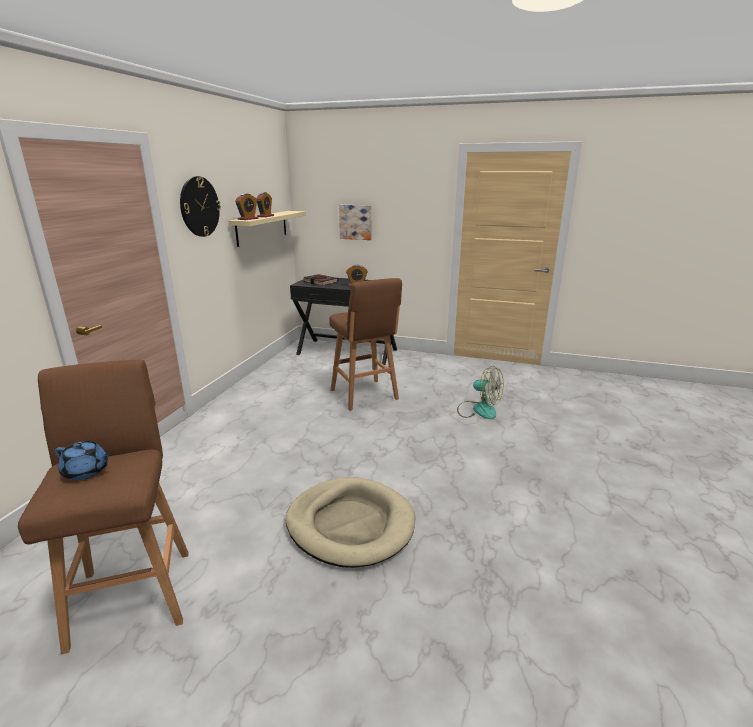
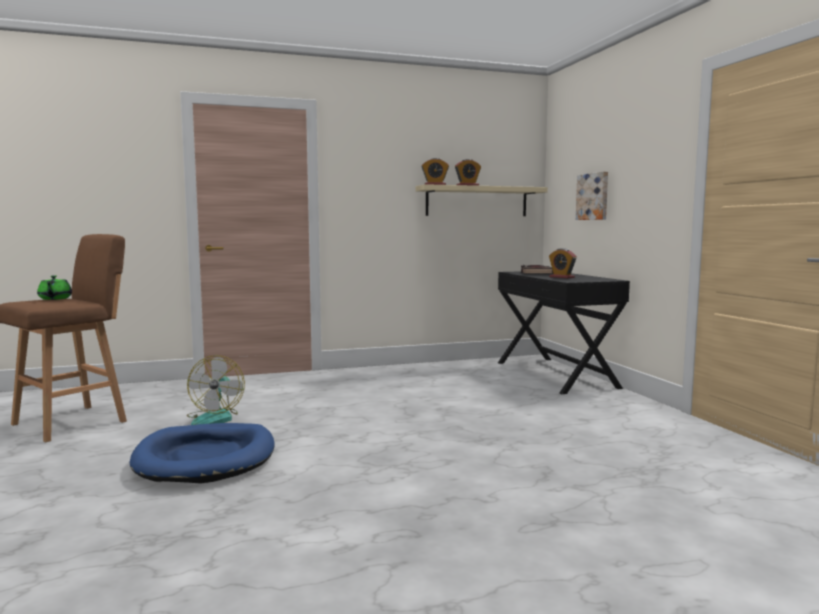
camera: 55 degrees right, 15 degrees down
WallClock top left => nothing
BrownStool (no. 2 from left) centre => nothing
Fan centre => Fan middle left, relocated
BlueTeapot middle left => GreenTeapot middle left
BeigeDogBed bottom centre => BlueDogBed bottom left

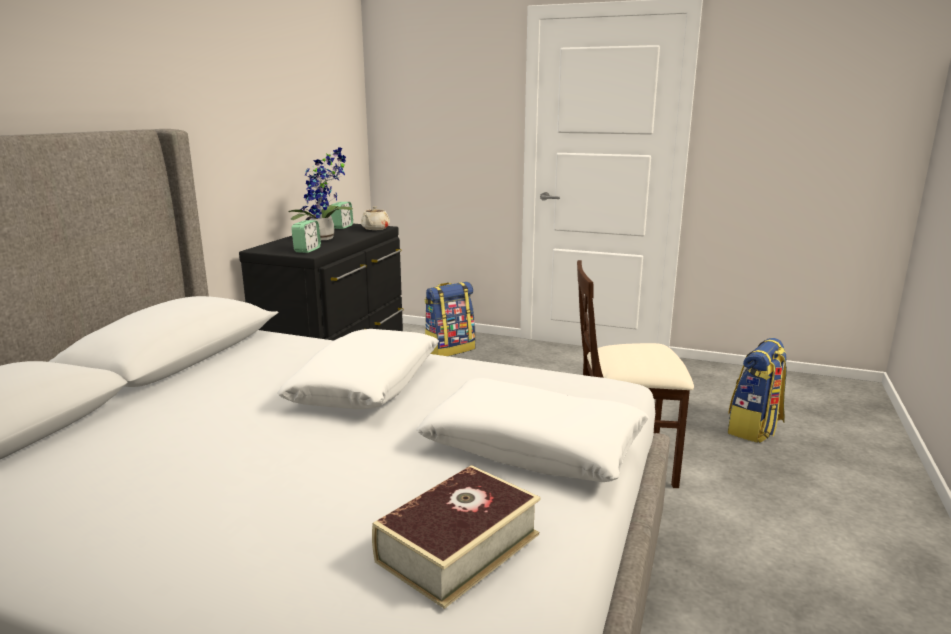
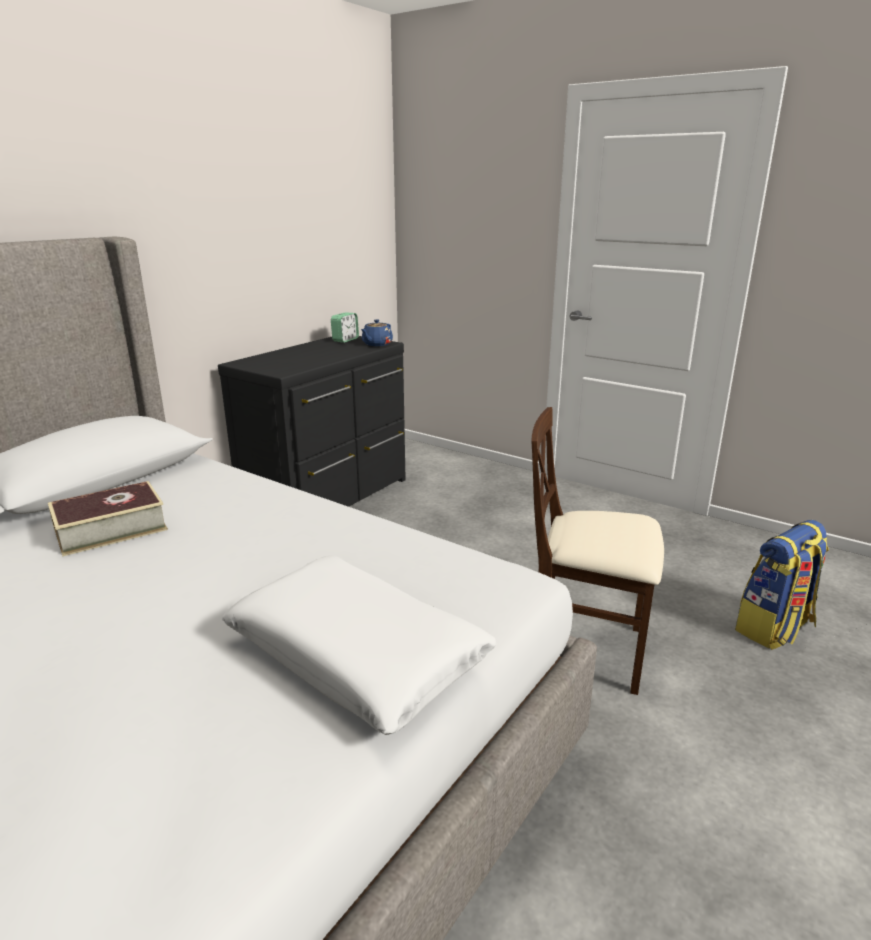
camera: 15 degrees right, 5 degrees up
WhitePillow (no. 1 from left) centre => nothing
PottedPlant top centre => nothing
AlarmClock (no. 1 from left) middle left => nothing
Backpack (no. 1 from left) centre => nothing
Book bottom centre => Book middle left, relocated
BeigeTeapot centre => BlueTeapot centre

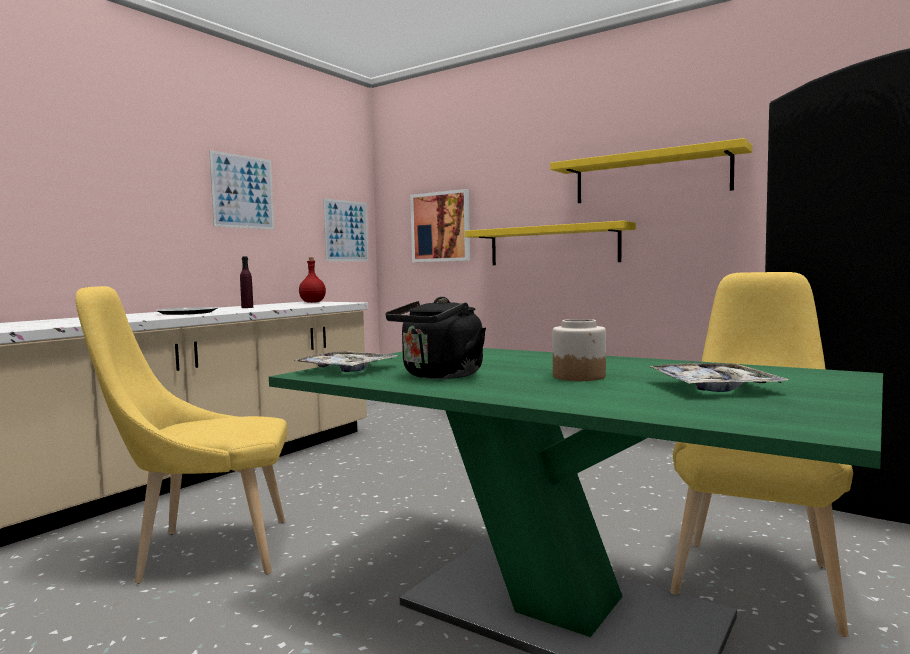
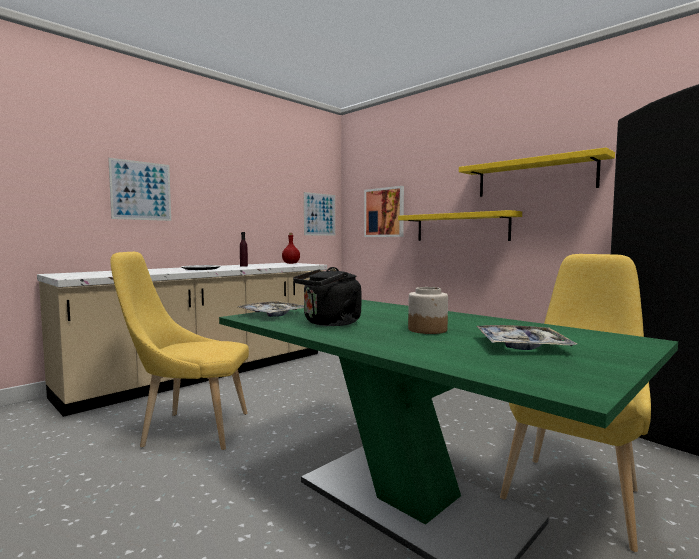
camera: 10 degrees right, 0 degrees up
Picture (no. 1 from left) top left => Picture (no. 1 from left) middle left, relocated

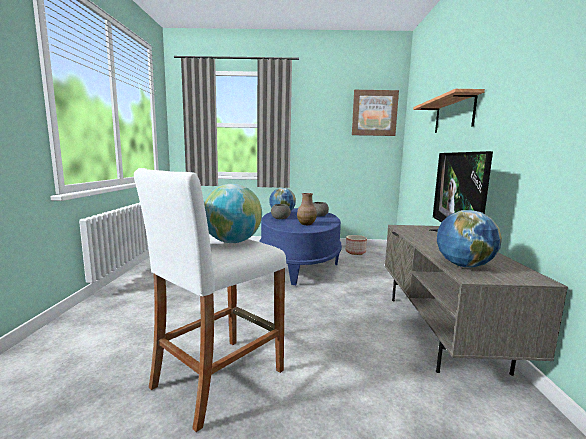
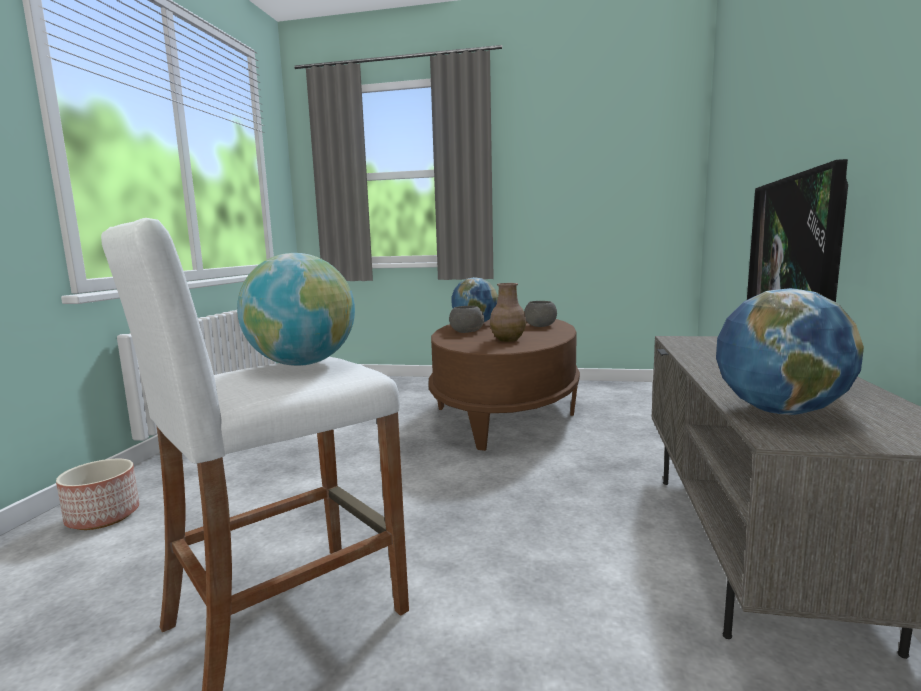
camera: 10 degrees right, 0 degrees up
Picture top centre => nothing
Shelf top right => nothing
Planter centre => Planter bottom left, relocated
BlueCoffeeTable centre => BrownCoffeeTable centre

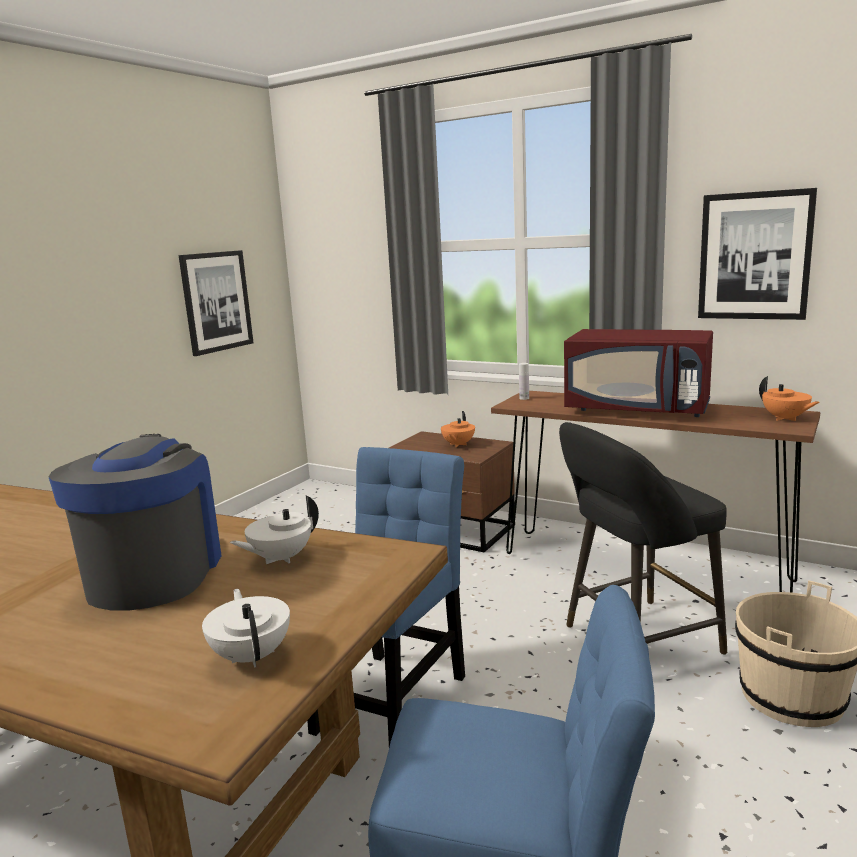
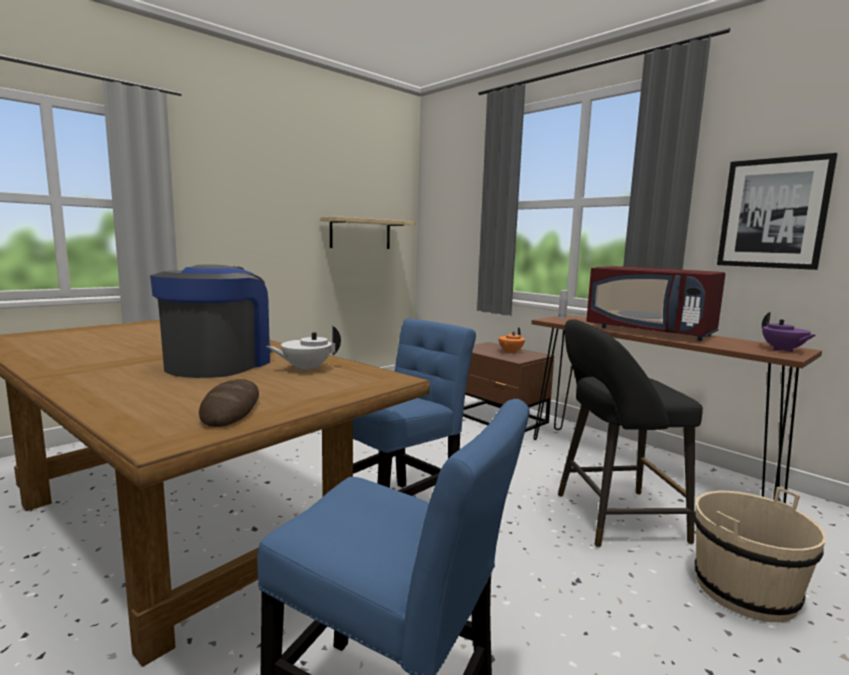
camera: 15 degrees right, 5 degrees down
Picture (no. 1 from left) middle left => Shelf centre
WhiteTeapot (no. 1 from left) bottom left => Bread middle left
OrangeTeapot (no. 2 from left) middle right => PurpleTeapot middle right

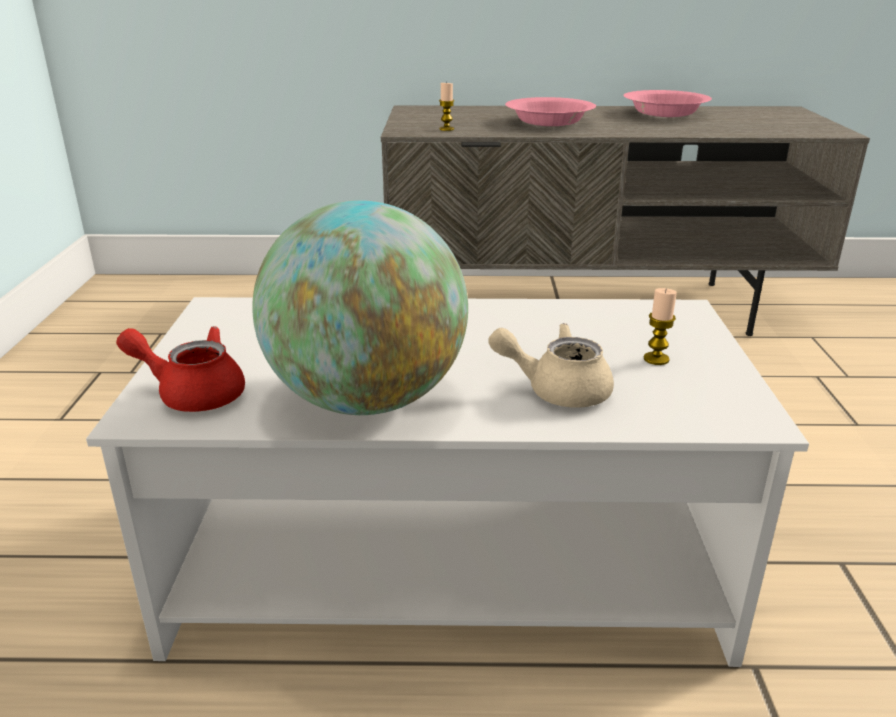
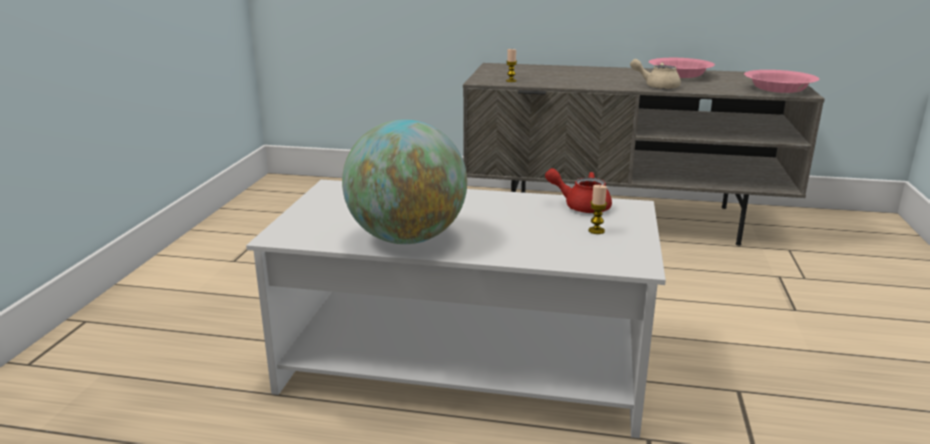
camera: 10 degrees right, 5 degrees down
RedTeapot middle left => RedTeapot centre, relocated
BeigeTeapot centre => BeigeTeapot top right, relocated
PinkBowl (no. 1 from left in the first image) top centre => PinkBowl (no. 2 from left) top right, relocated

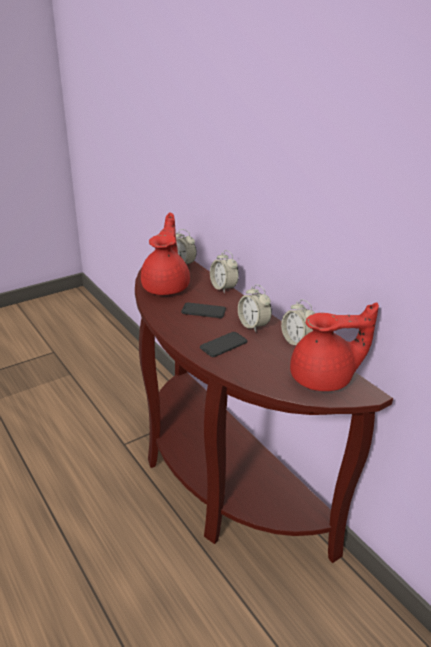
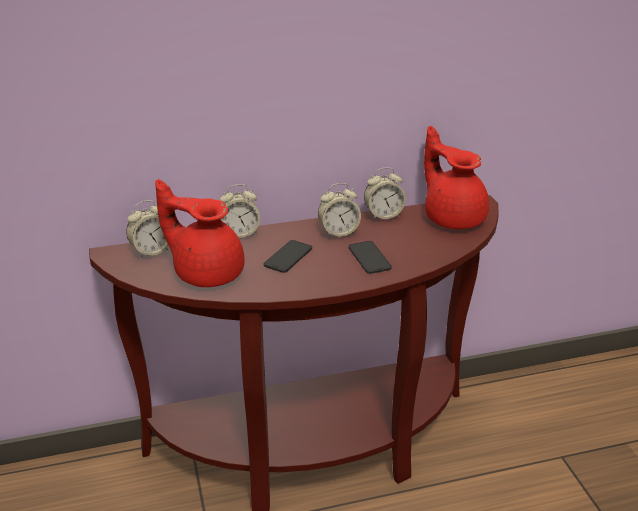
camera: 70 degrees left, 0 degrees up
RedTeapot (no. 2 from left) middle right, 45 degrees counterclockwise

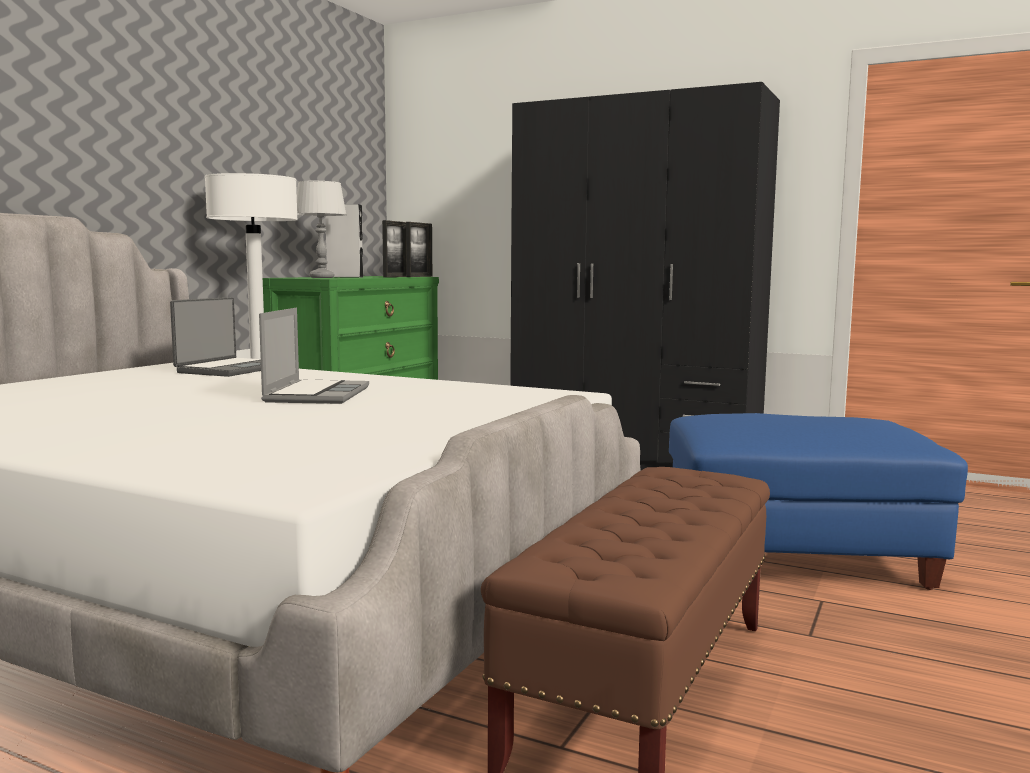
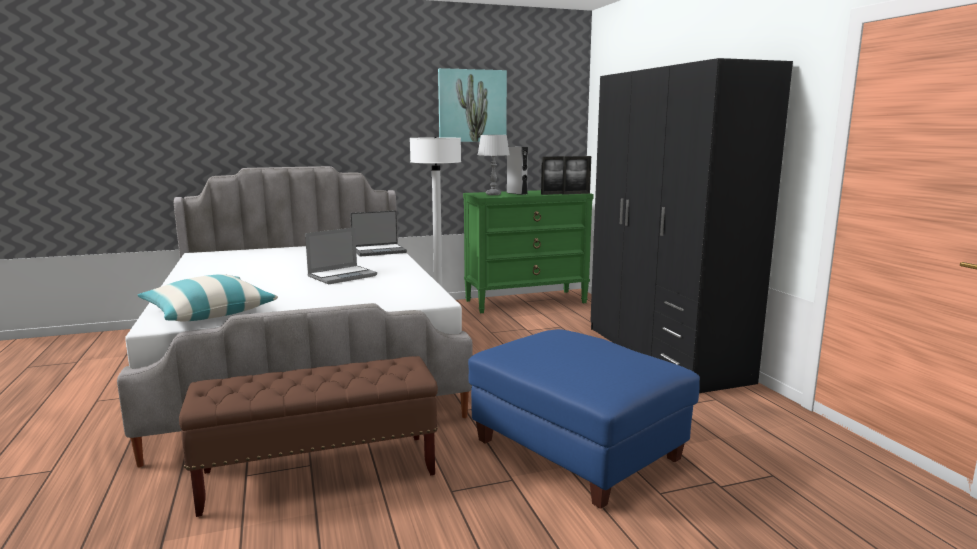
camera: 45 degrees right, 5 degrees up
nothing => Pillow middle left
nothing => Picture top centre

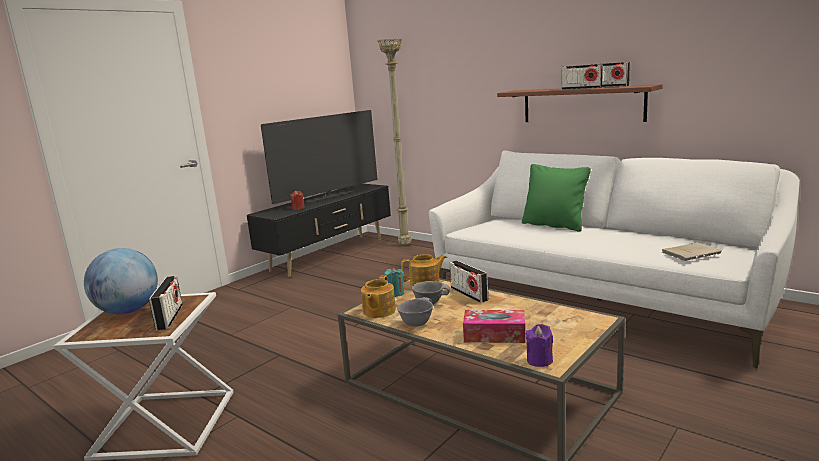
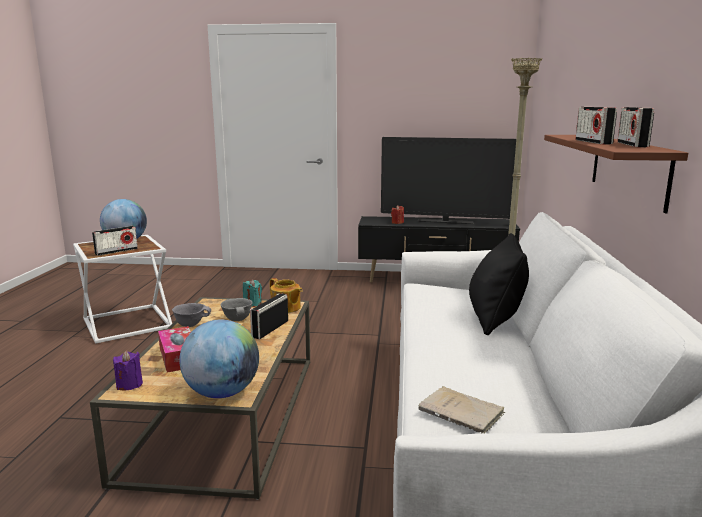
camera: 55 degrees right, 0 degrees up
Teapot (no. 1 from left) centre => nothing
nothing => Globe (no. 2 from left) bottom left
GreenPillow middle right => BlackPillow middle right

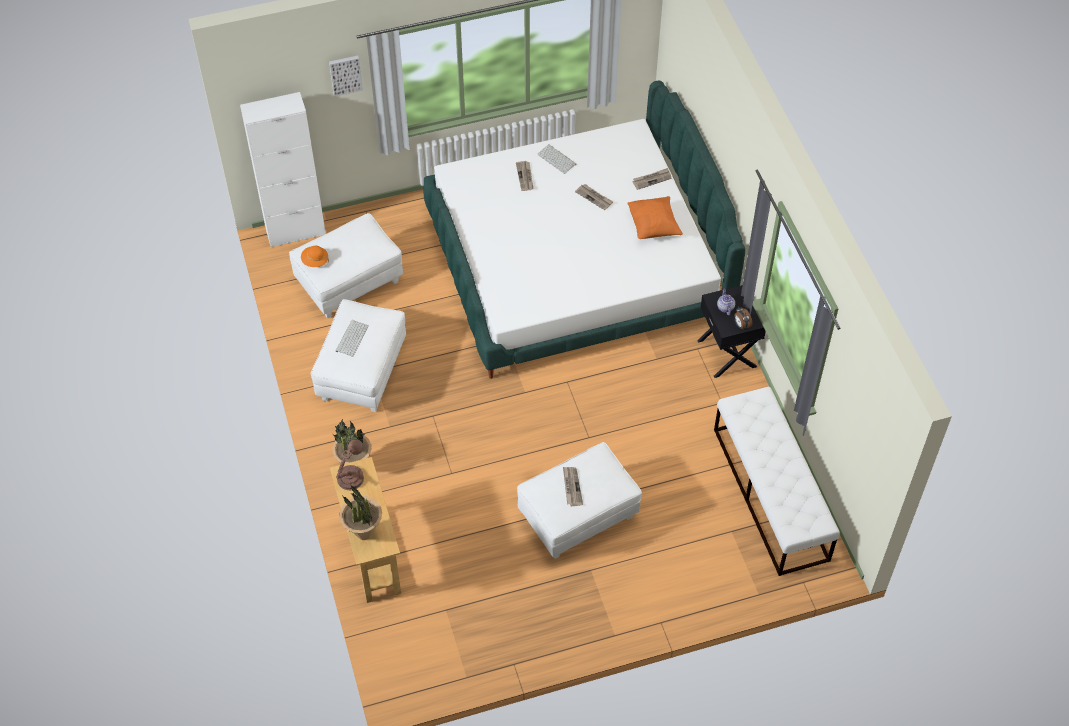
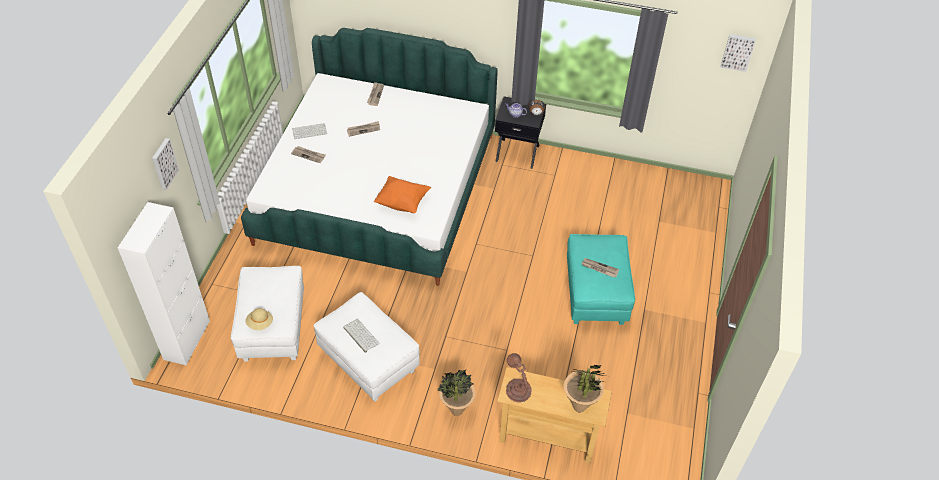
camera: 60 degrees left, 5 degrees down
WhiteBench middle right => nothing
nothing => Picture (no. 2 from left) top right
OrangePillow top centre => OrangePillow centre, relocated
OrangeHat middle left => BeigeHat middle left
WhiteOttoman (no. 3 from left) bottom centre => TurquoiseOttoman centre

